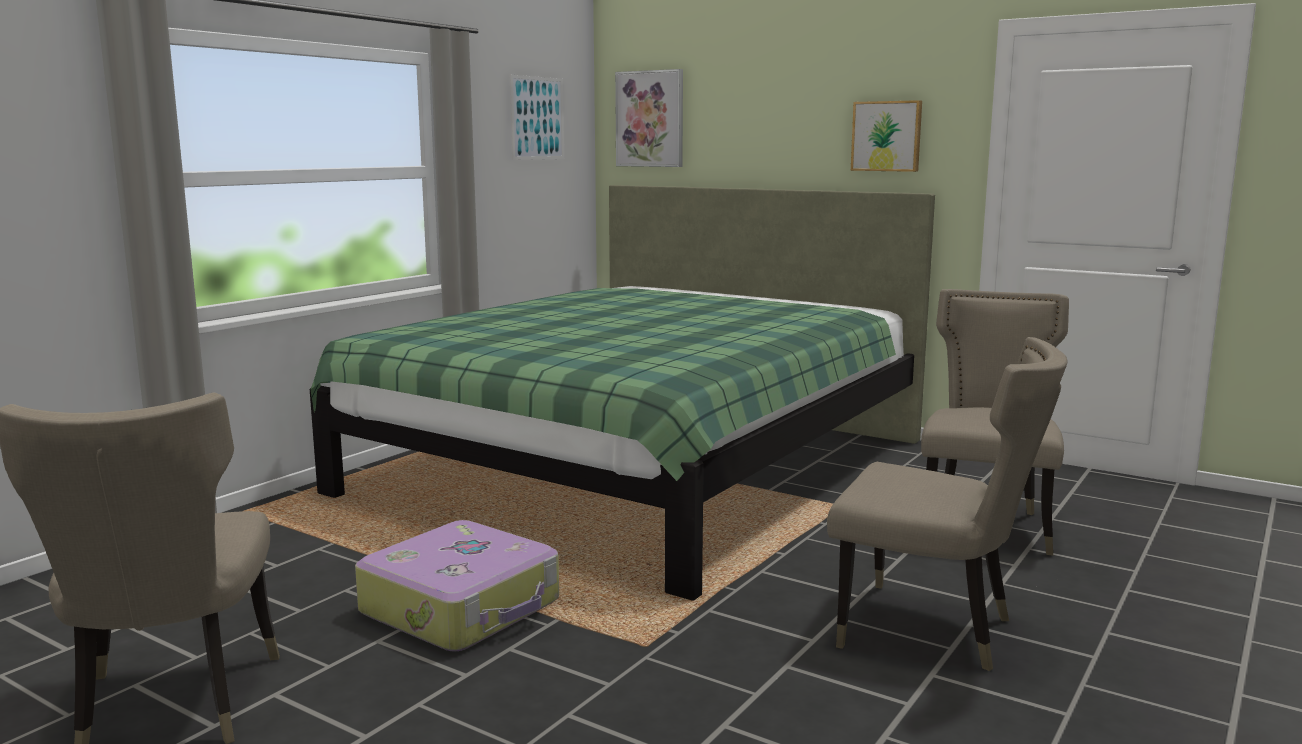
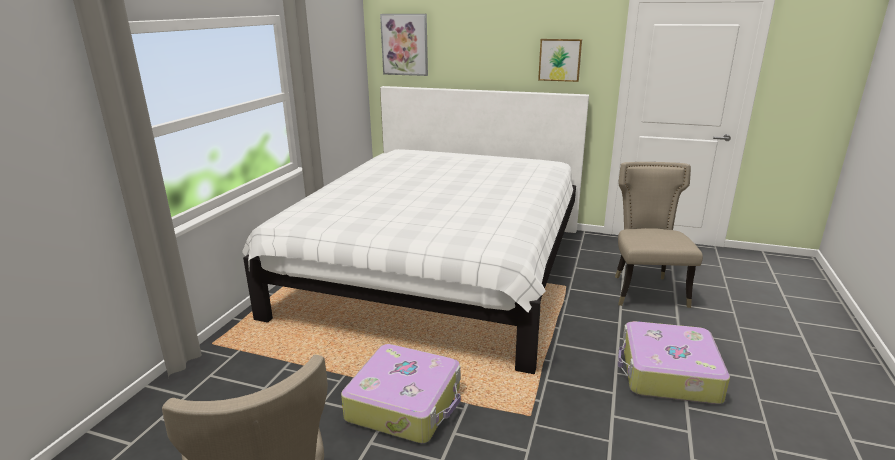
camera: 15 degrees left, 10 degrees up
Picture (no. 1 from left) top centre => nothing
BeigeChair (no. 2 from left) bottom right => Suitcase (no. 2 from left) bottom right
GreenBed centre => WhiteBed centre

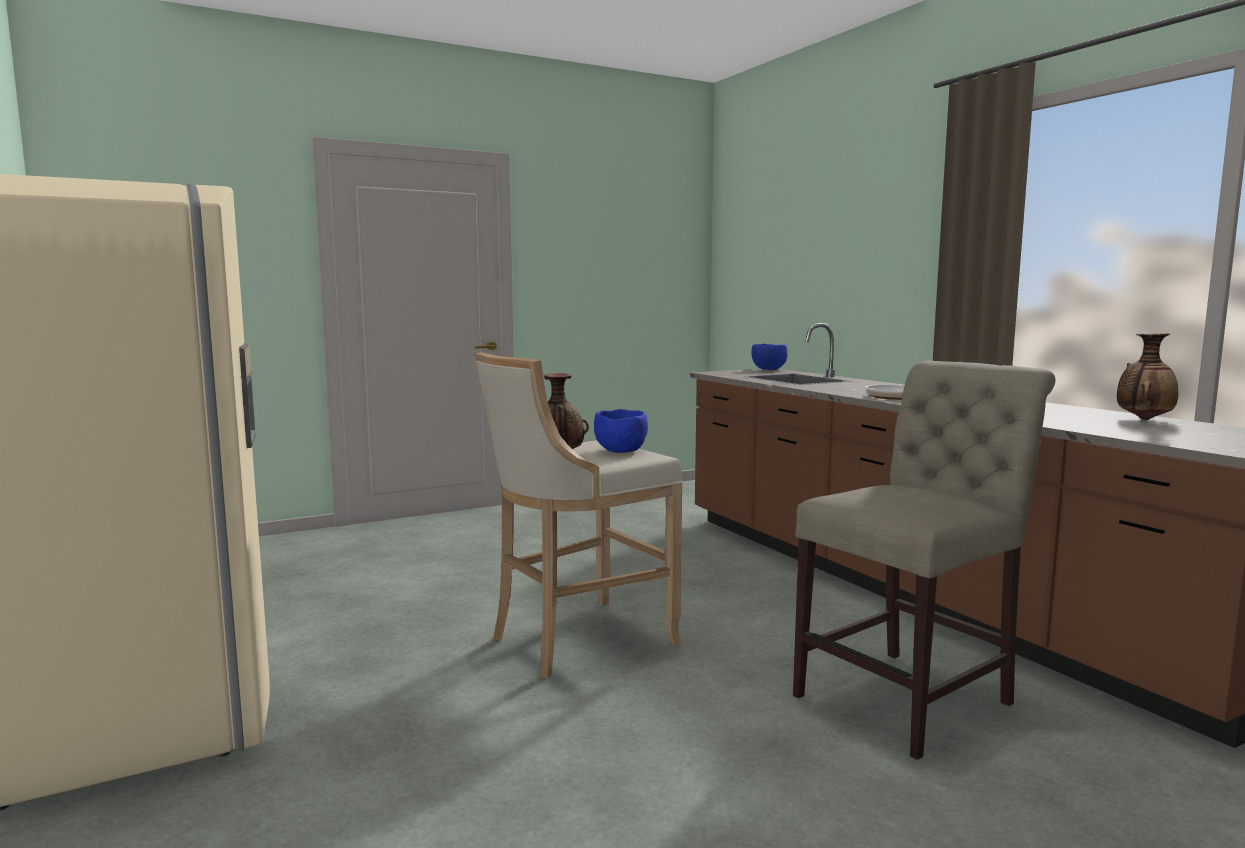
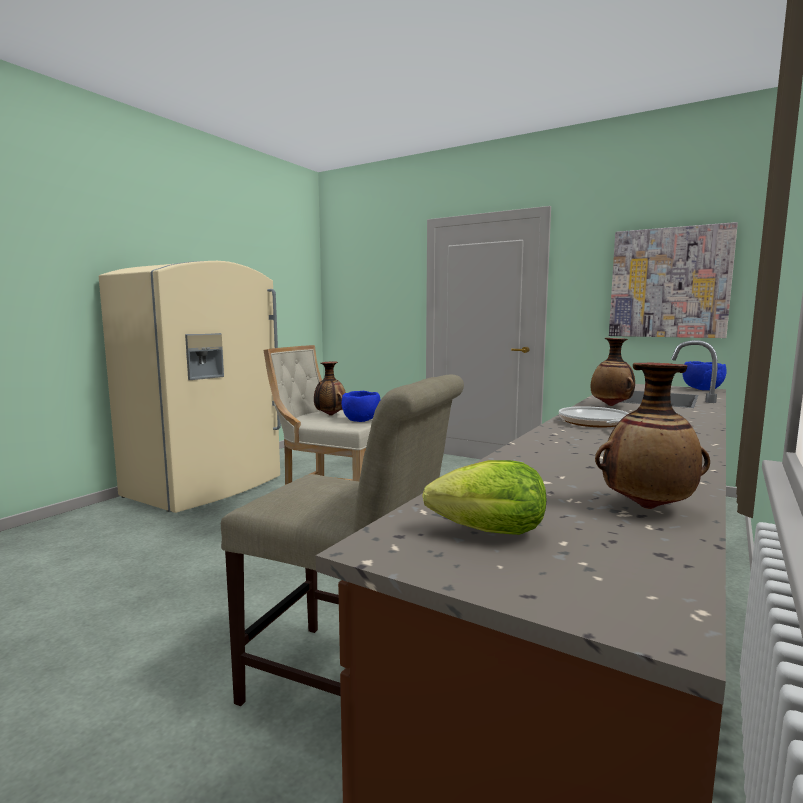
camera: 60 degrees right, 0 degrees up
nothing => Lettuce centre
nothing => Vase (no. 2 from left) middle right
nothing => Picture middle right

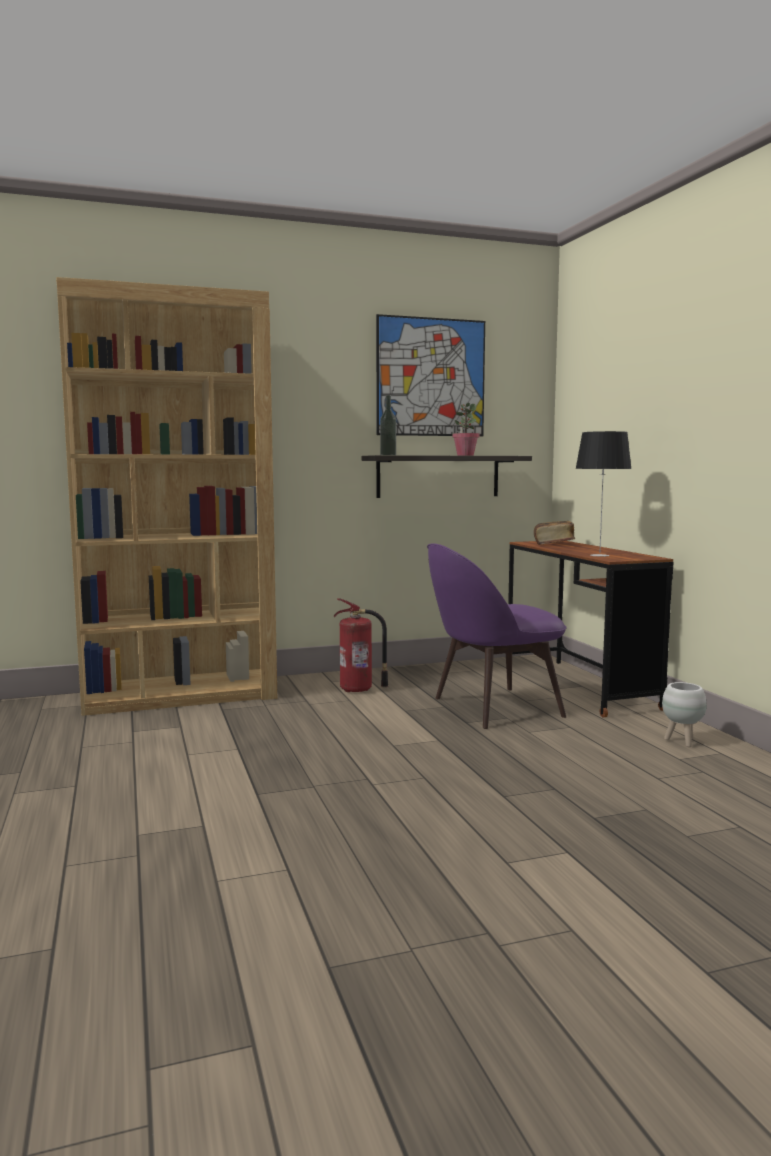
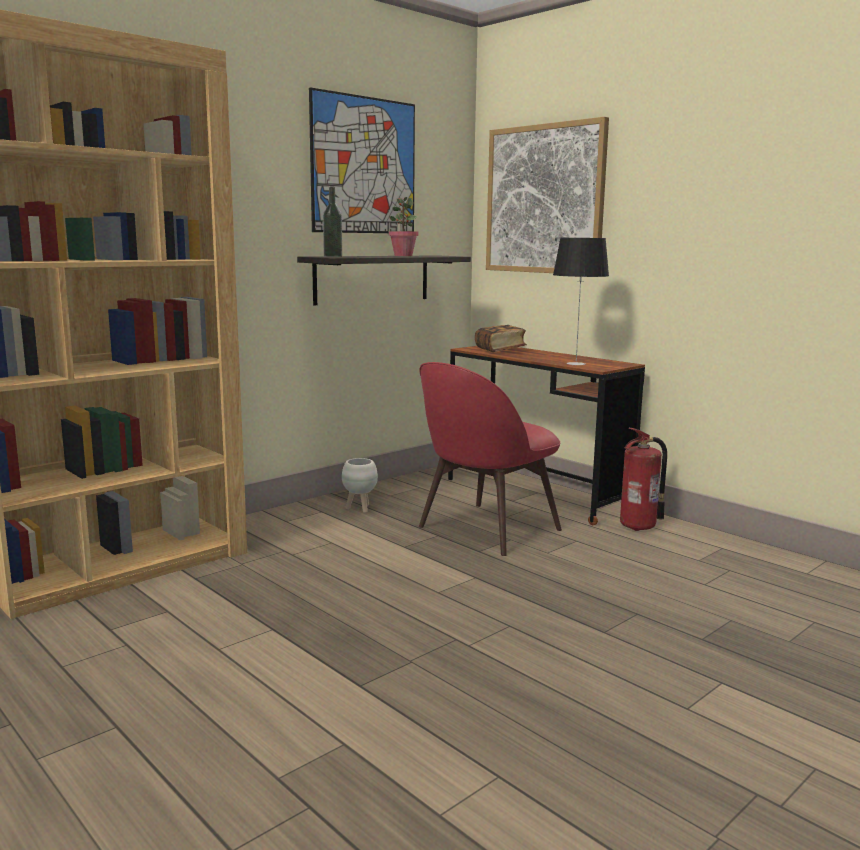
camera: 25 degrees left, 5 degrees up
nothing => Picture (no. 2 from left) top centre
FireExtinguisher centre => FireExtinguisher middle right, relocated
WhitePlanter middle right => WhitePlanter centre, relocated
PurpleChair centre => RedChair centre

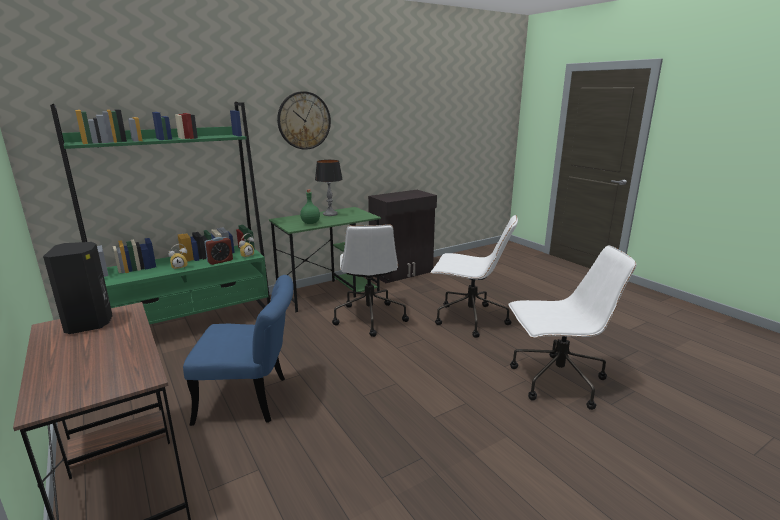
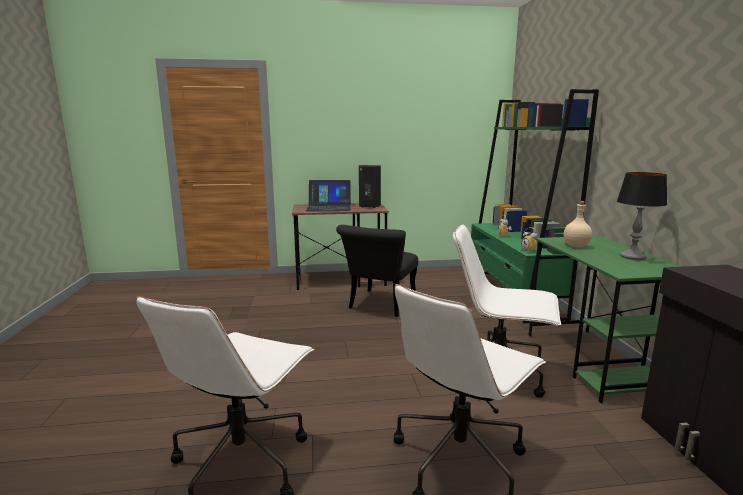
camera: 115 degrees right, 5 degrees down
AlarmClock (no. 2 from left) middle left => nothing
WallClock top centre => nothing
nothing => Laptop centre
BlueChair bottom left => BlackChair centre
GreenBottle centre => BeigeBottle middle right

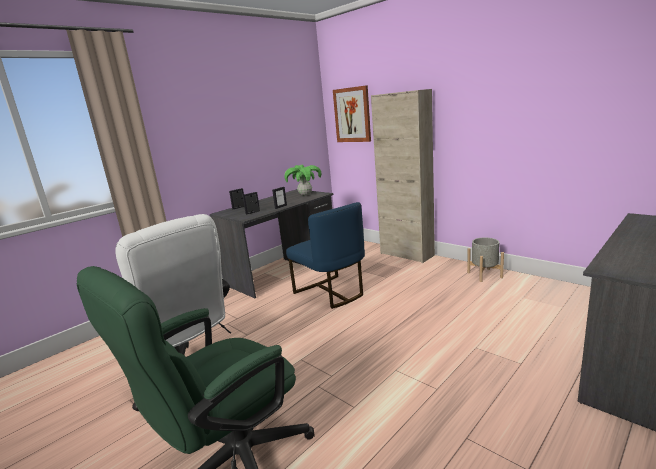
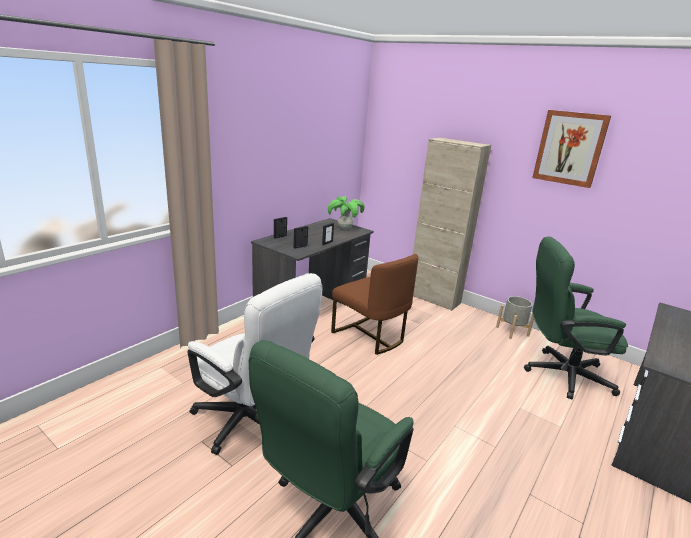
camera: 10 degrees left, 5 degrees up
nothing => GreenOfficeChair (no. 2 from left) middle right
Picture top centre => Picture top right, relocated
BlueChair centre => BrownChair centre

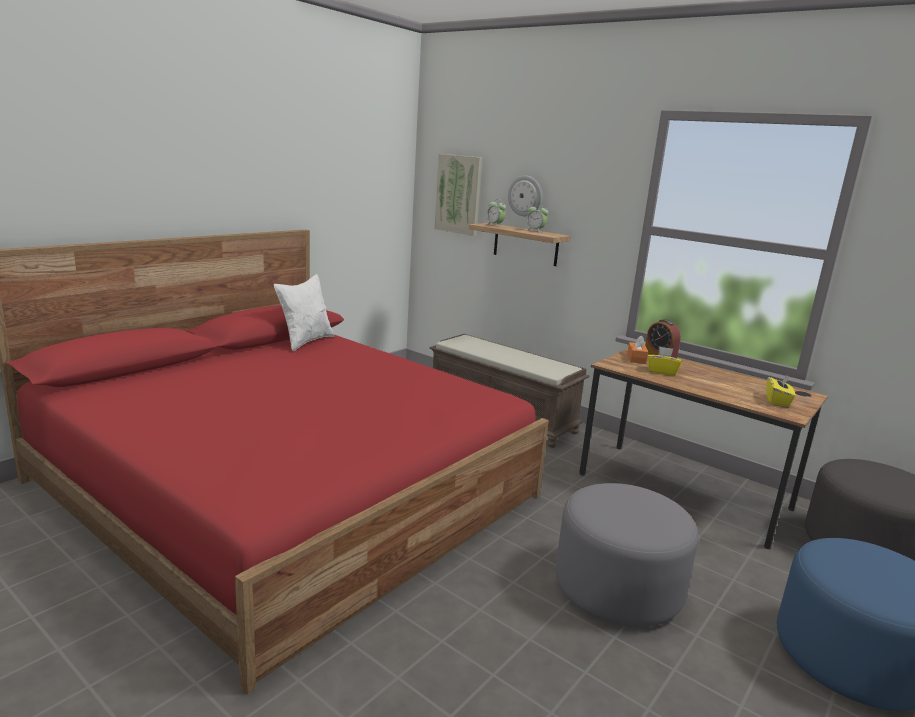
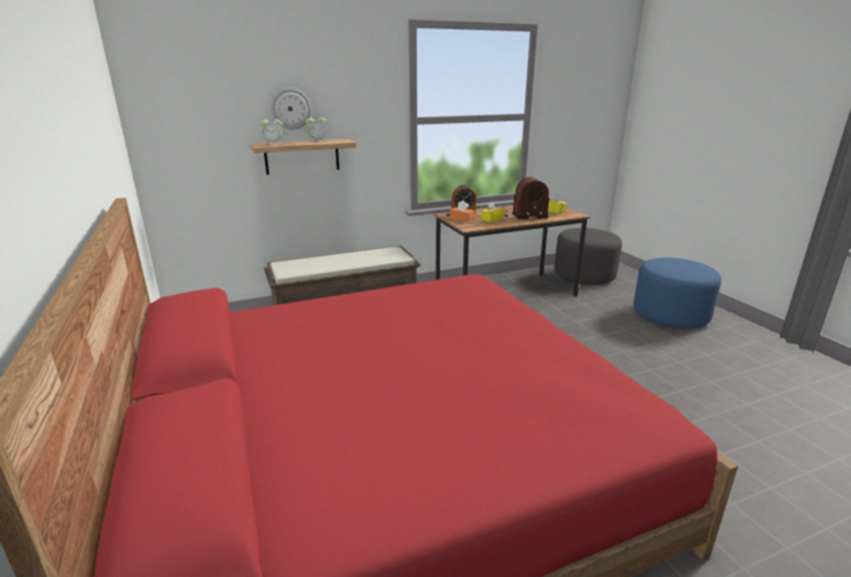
camera: 60 degrees left, 5 degrees up
WhitePillow middle left => nothing
Picture top centre => nothing
GreyOttoman (no. 1 from left) bottom right => nothing
nothing => Radio centre

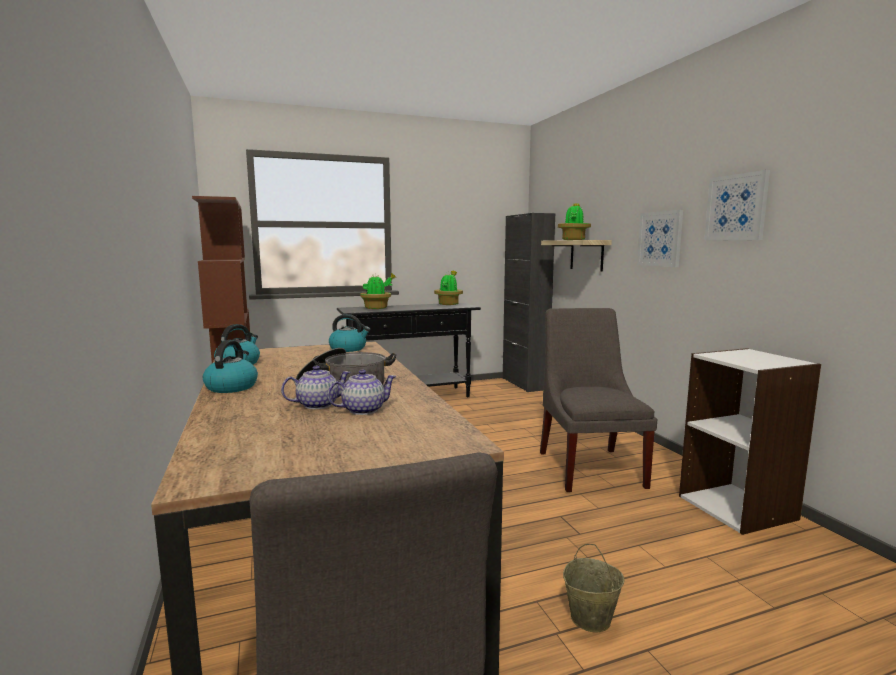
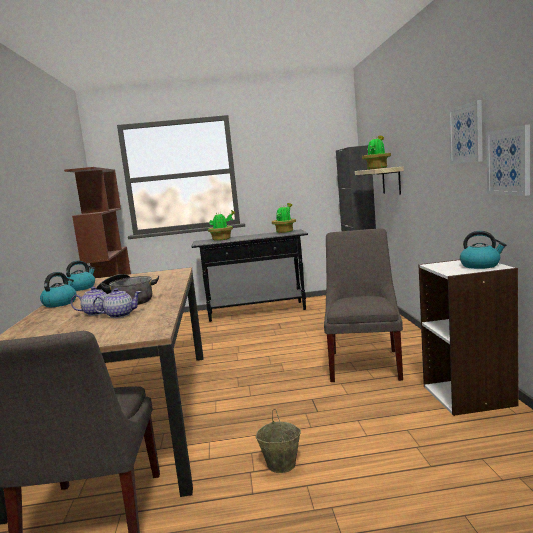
camera: 15 degrees right, 0 degrees up
Kettle (no. 3 from left) centre => Kettle (no. 3 from left) middle right, relocated
Picture (no. 1 from left in the first image) middle right => Picture (no. 2 from left) top right, relocated

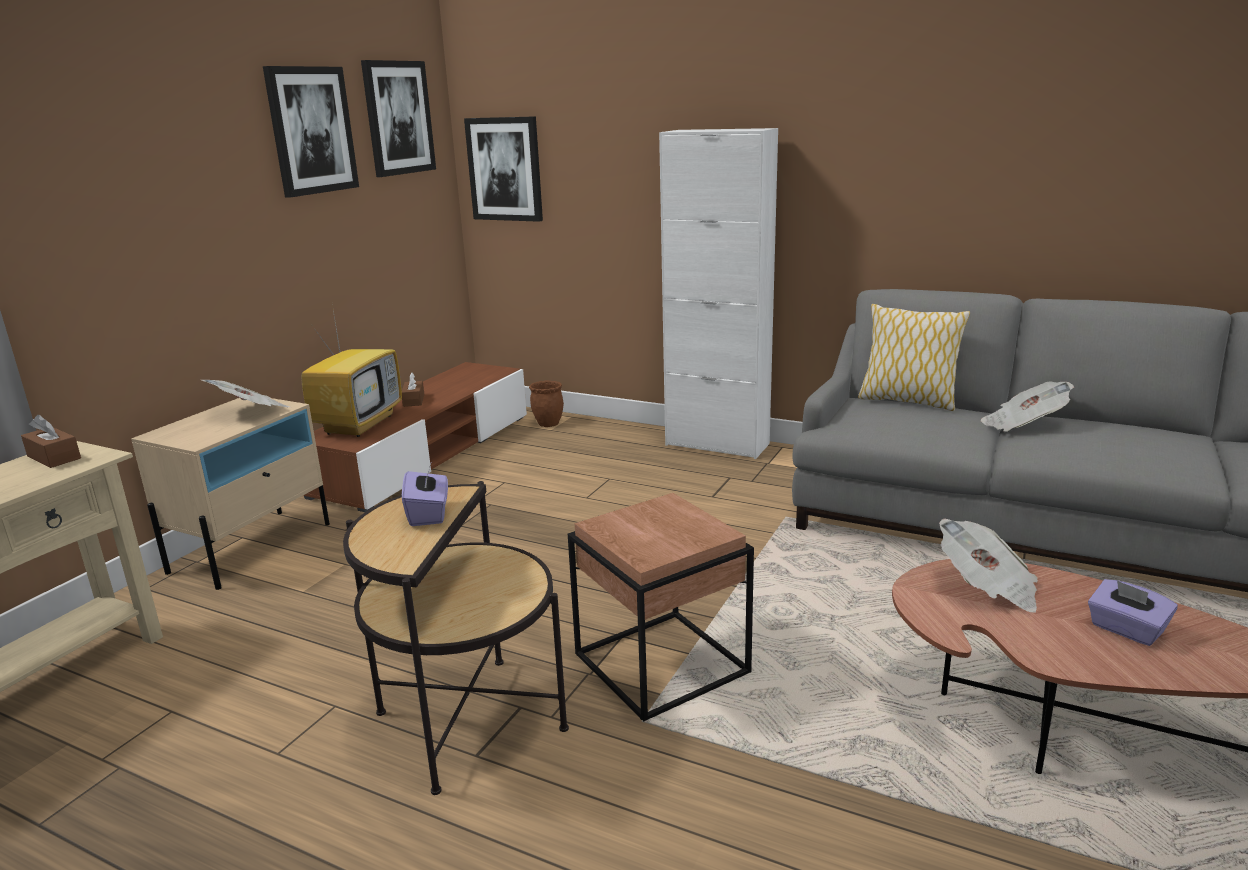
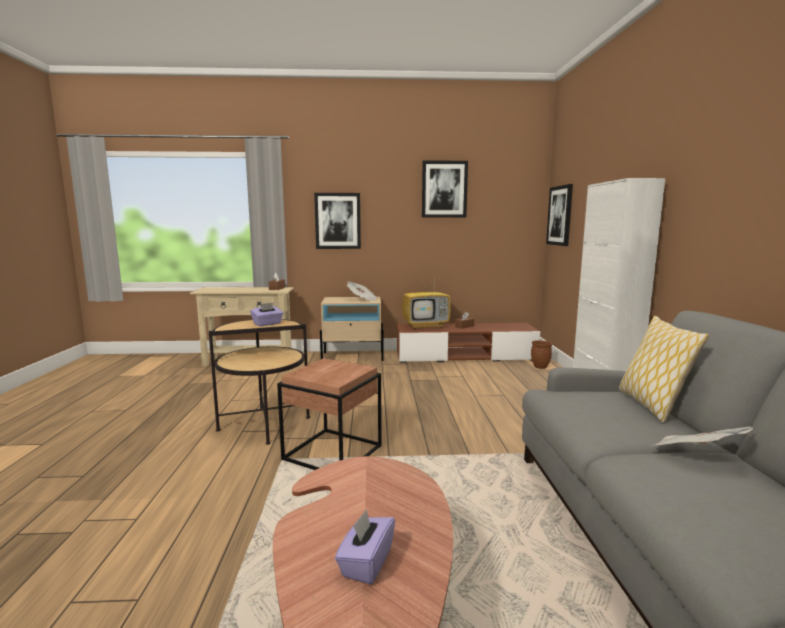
camera: 60 degrees right, 10 degrees down
Newspaper (no. 2 from left) middle right => nothing
Picture (no. 2 from left in the first image) top left => Picture (no. 1 from left) centre, relocated

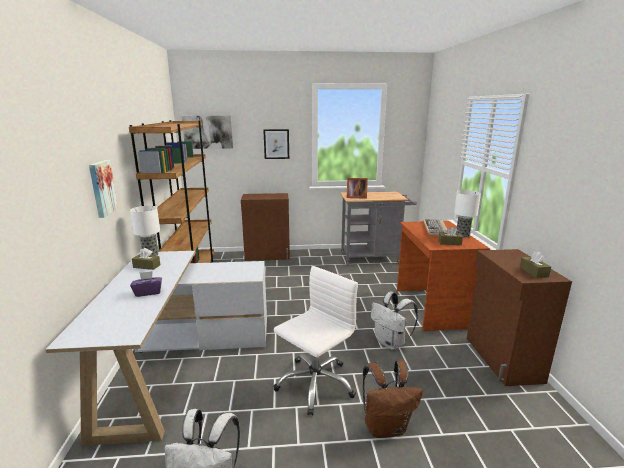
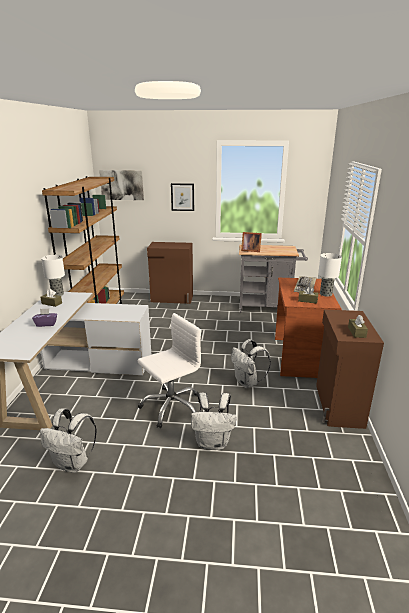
camera: 10 degrees right, 5 degrees up
Picture (no. 1 from left) middle left => nothing
BrownBackpack bottom centre => WhiteBackpack (no. 2 from left) bottom centre

